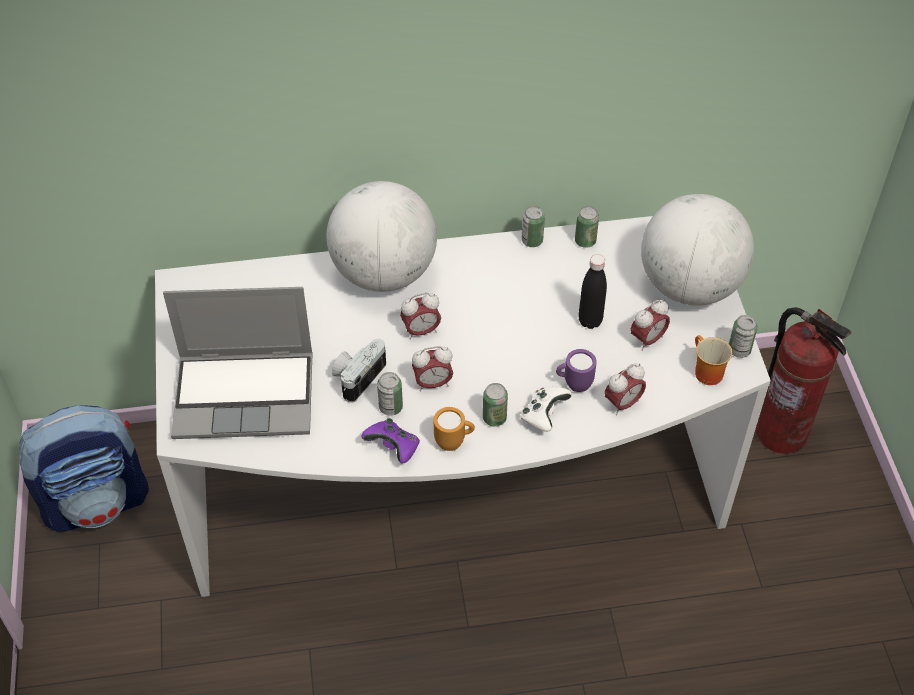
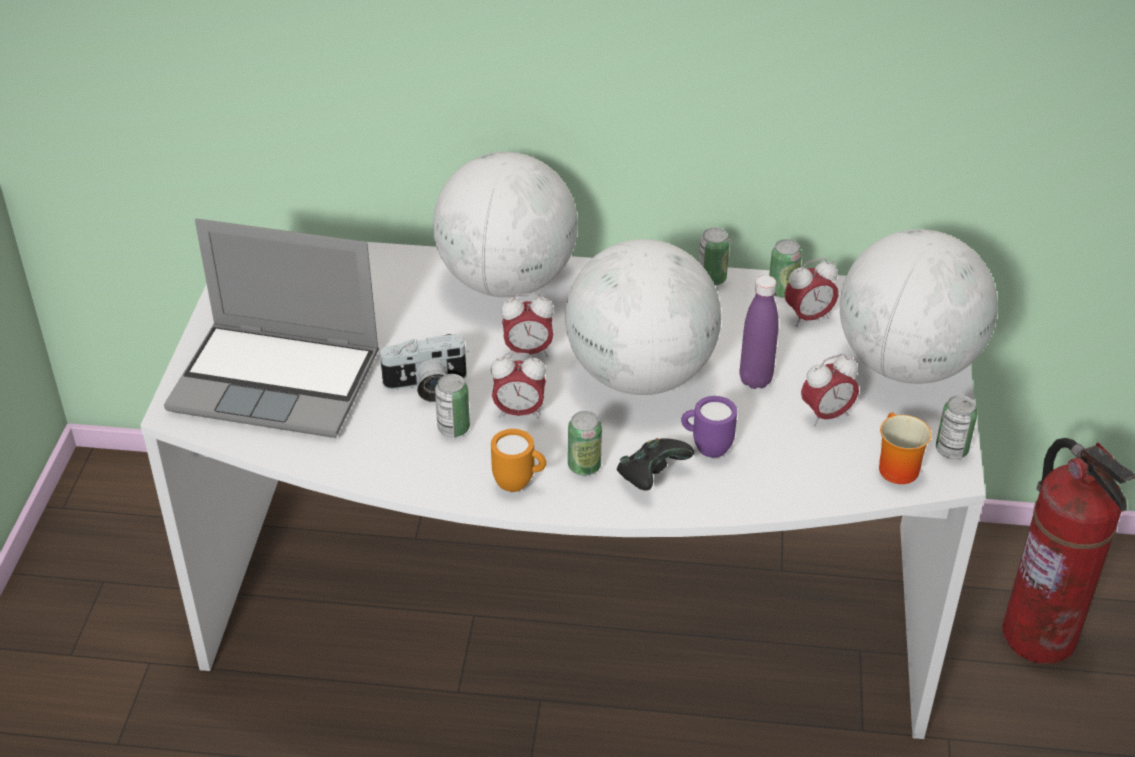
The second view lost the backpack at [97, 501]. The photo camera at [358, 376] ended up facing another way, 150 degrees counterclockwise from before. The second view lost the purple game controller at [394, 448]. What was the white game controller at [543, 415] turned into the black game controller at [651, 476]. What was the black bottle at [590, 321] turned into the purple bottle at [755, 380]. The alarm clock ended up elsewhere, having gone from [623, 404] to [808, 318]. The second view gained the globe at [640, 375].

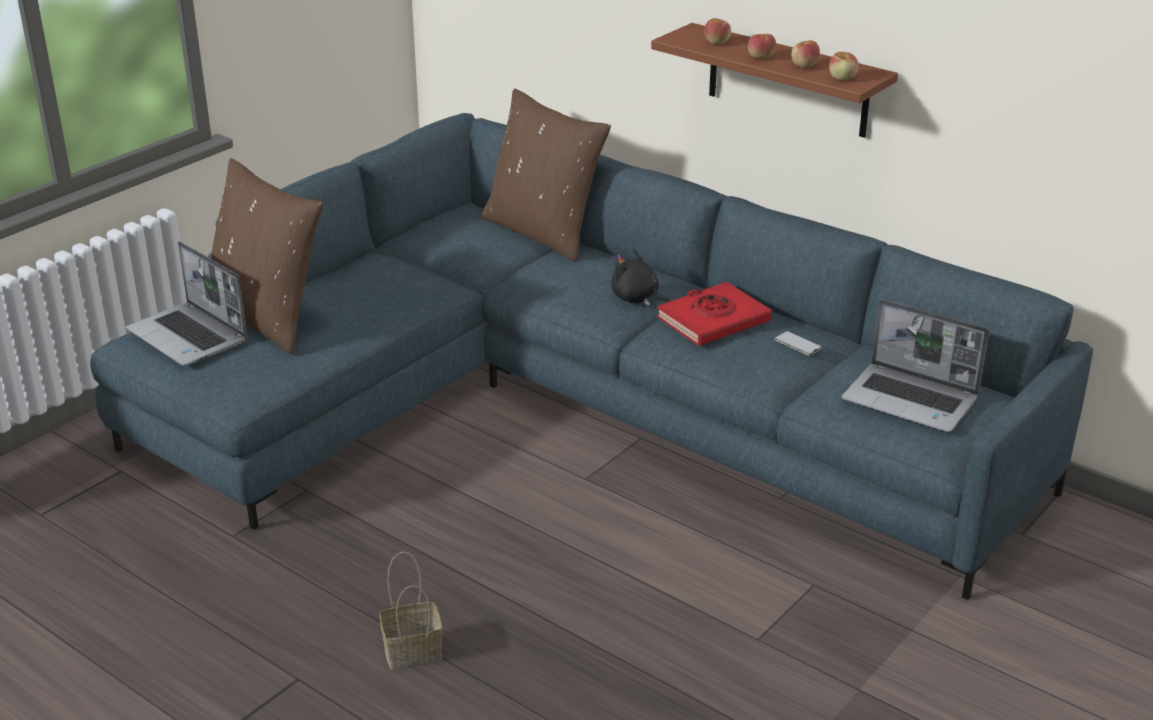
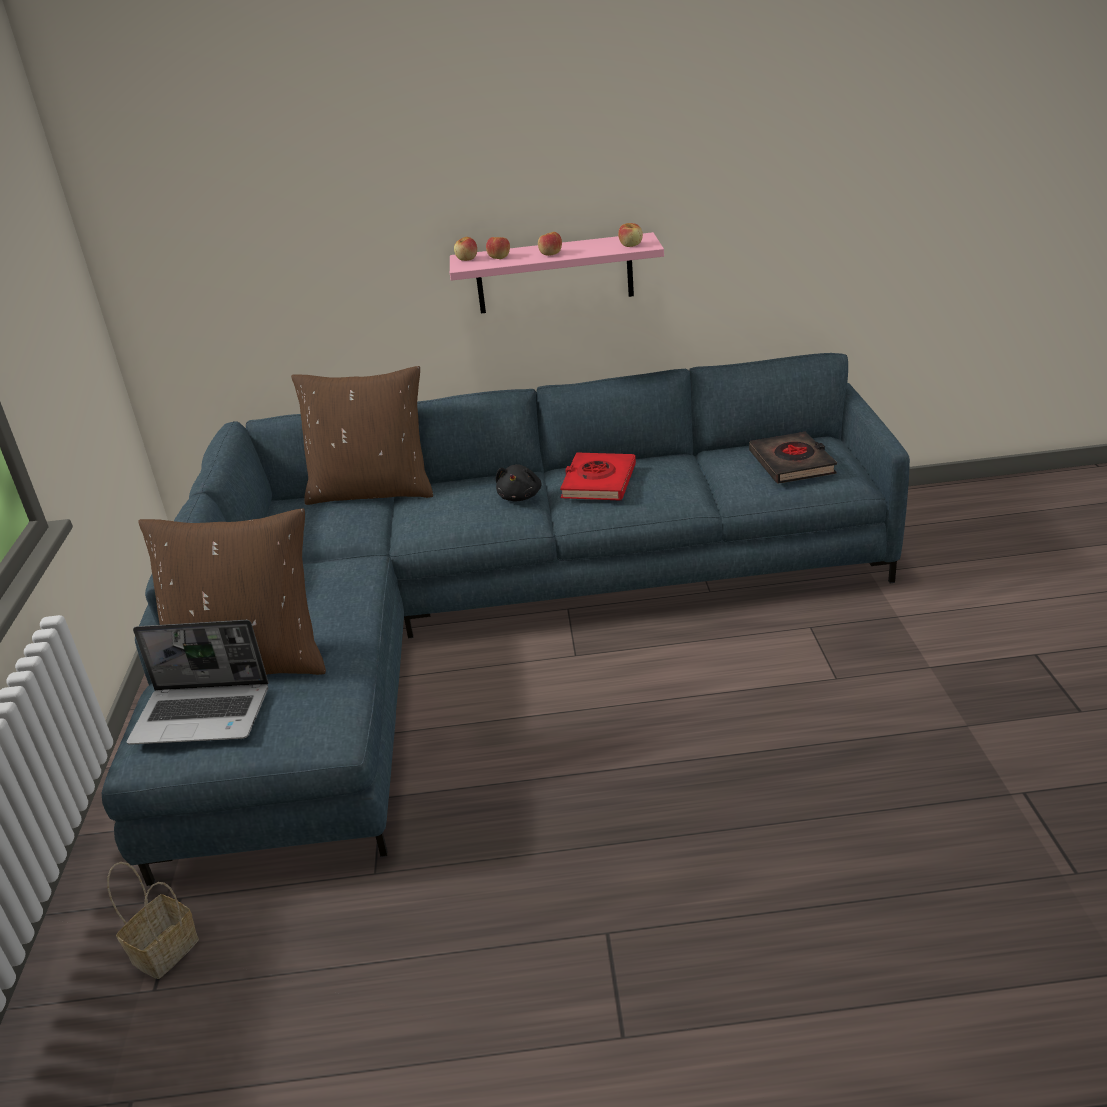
The basket ended up elsewhere, having gone from [414, 650] to [166, 949]. The black plush toy at [637, 299] ended up facing another way, 75 degrees counterclockwise from before. What was the brown shelf at [788, 81] turned into the pink shelf at [554, 274]. The second view lost the phone at [798, 343]. The apple ended up elsewhere, having gone from [804, 66] to [467, 259]. Where the laptop stood at [911, 400], the black book came to stand at [792, 463].

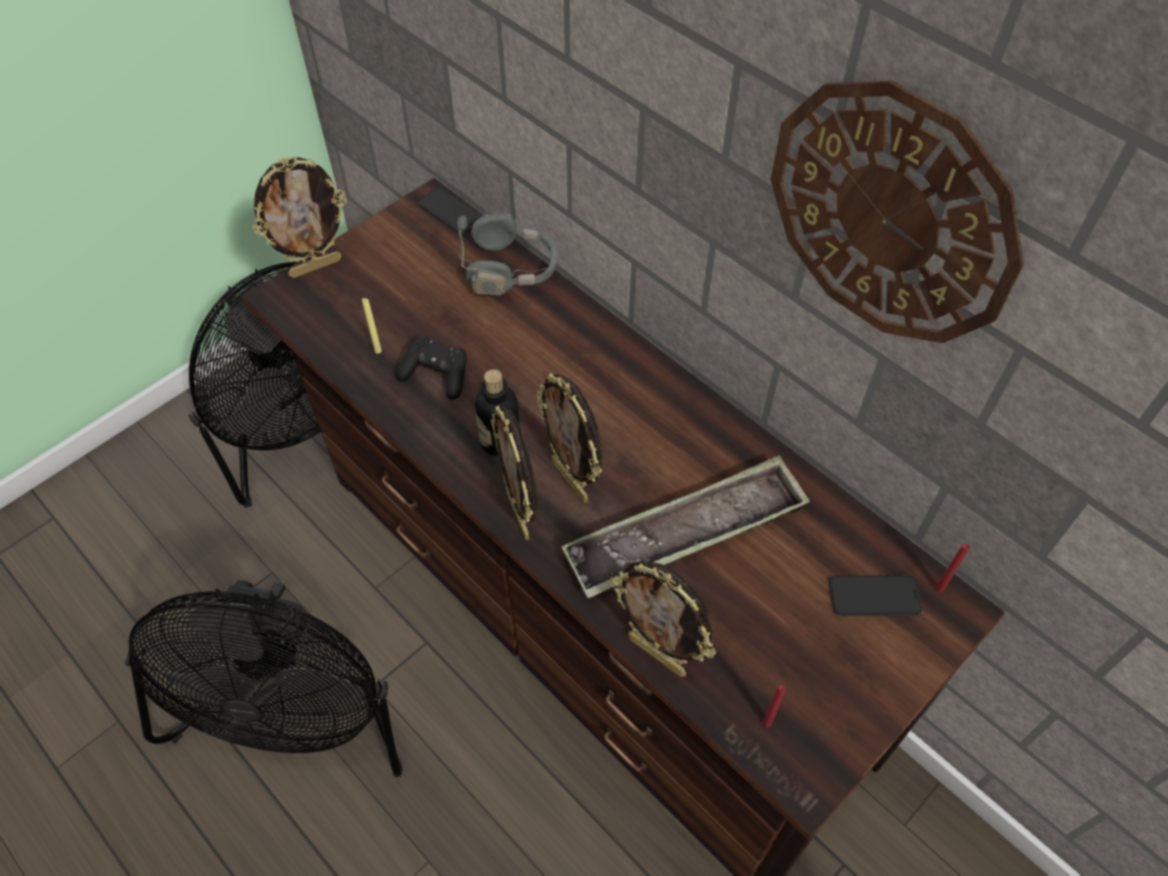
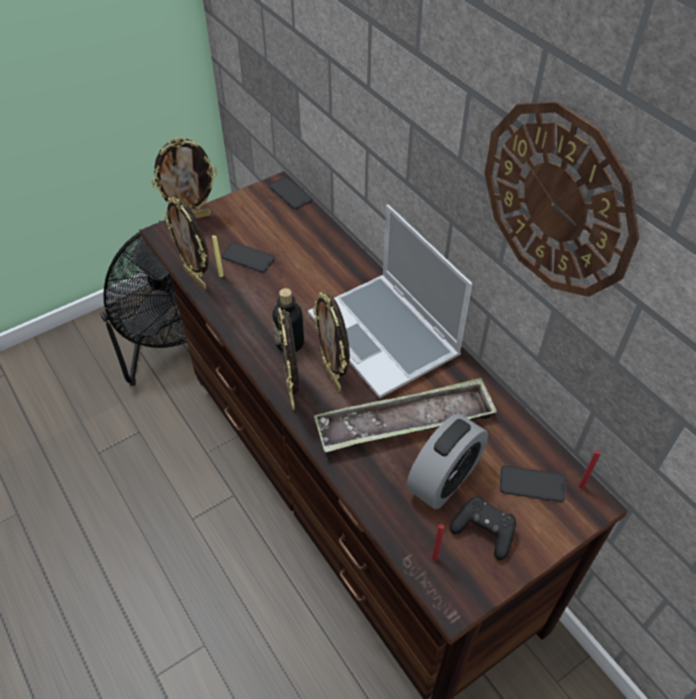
The second view lost the black fan at [291, 706]. The black game controller ended up elsewhere, having gone from [436, 375] to [484, 531]. The second view lost the grey headphones at [511, 270]. The picture frame ended up elsewhere, having gone from [658, 654] to [196, 279]. The second view gained the phone at [248, 258]. The second view gained the laptop at [386, 336]. The second view gained the alarm clock at [444, 479].

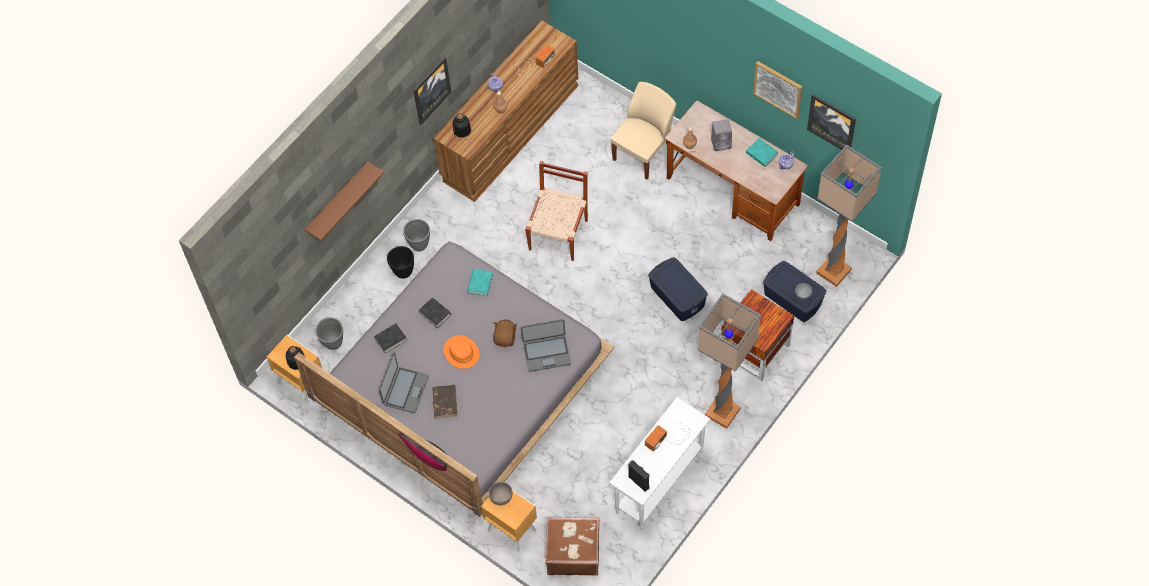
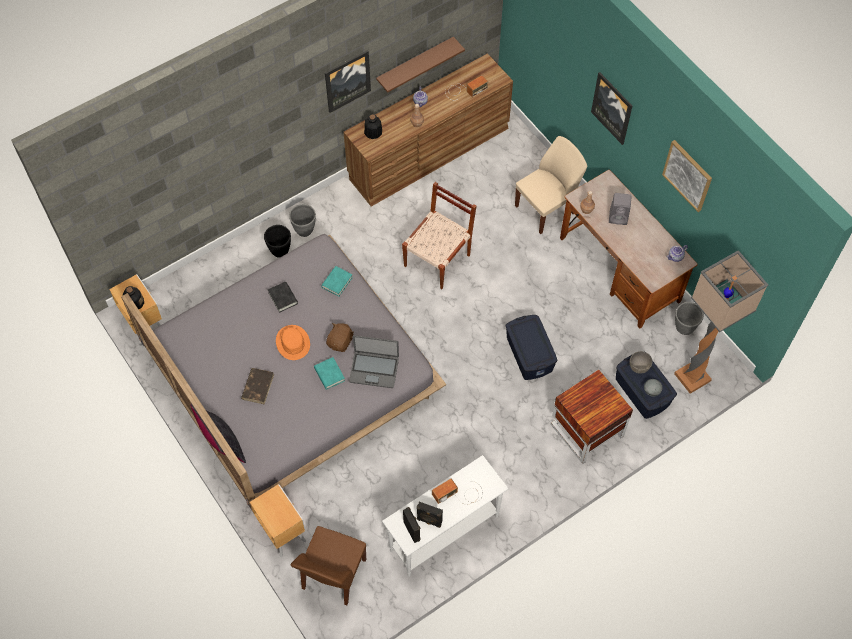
The brown shelf ended up elsewhere, having gone from [338, 201] to [415, 64]. The grey planter ended up elsewhere, having gone from [333, 343] to [684, 328]. The second view lost the black book at [390, 339]. The second view lost the laptop at [405, 390]. The grey bowl ended up elsewhere, having gone from [501, 498] to [638, 367]. Where the brown suitcase stood at [573, 552], the brown chair came to stand at [333, 575]. The second view lost the floor lamp at [723, 412]. The turquoise book ended up elsewhere, having gone from [761, 154] to [329, 374]. The picture ended up elsewhere, having gone from [832, 123] to [612, 108]. The second view gained the black speaker at [429, 521].

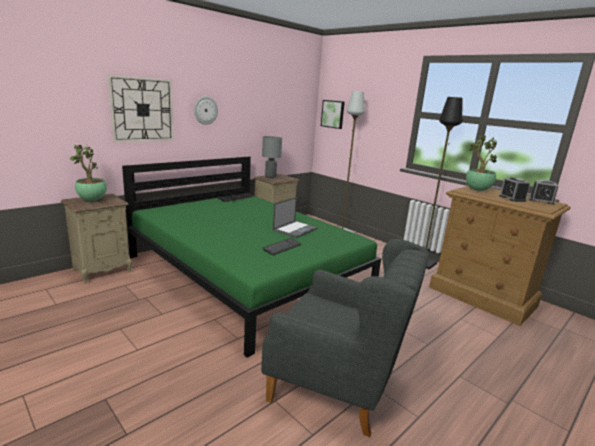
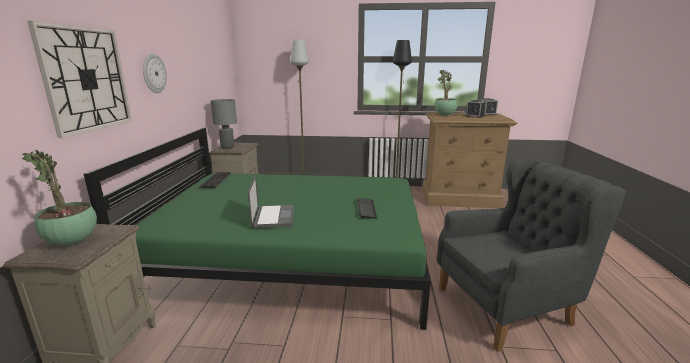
The laptop ended up elsewhere, having gone from [295, 229] to [273, 216]. The second view lost the picture at [333, 114].

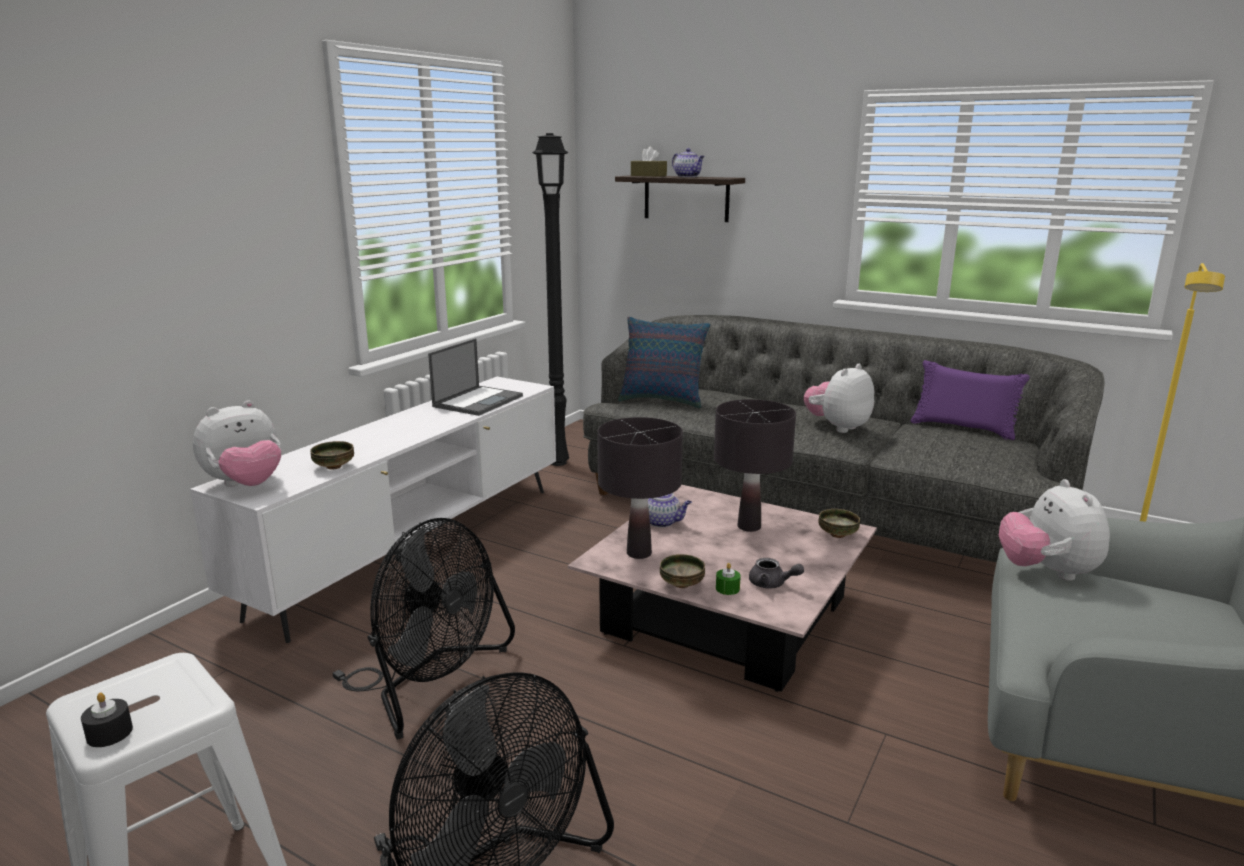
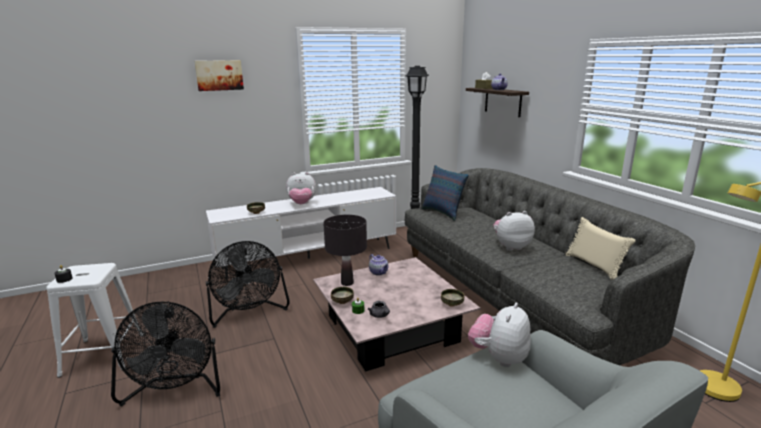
The plush toy ended up elsewhere, having gone from [246, 485] to [302, 204]. The second view lost the laptop at [478, 401]. The second view lost the black table lamp at [748, 526]. What was the purple pillow at [963, 428] turned into the beige pillow at [594, 266]. The second view gained the picture at [219, 75].

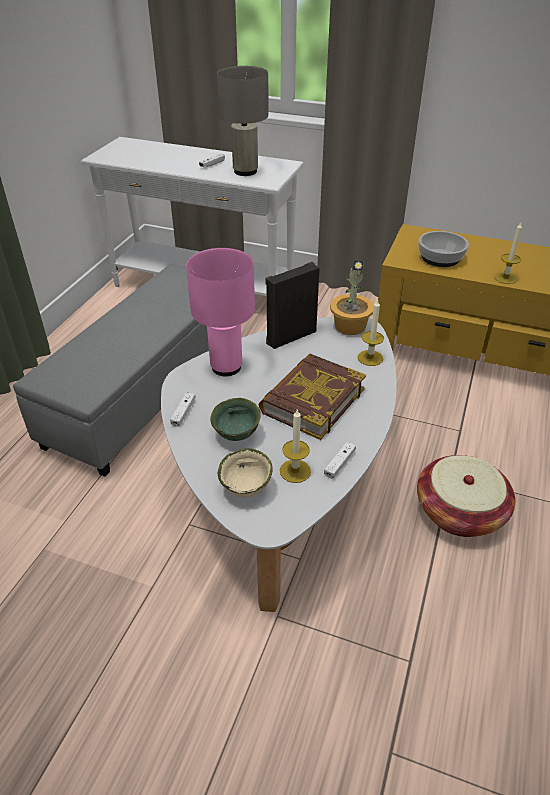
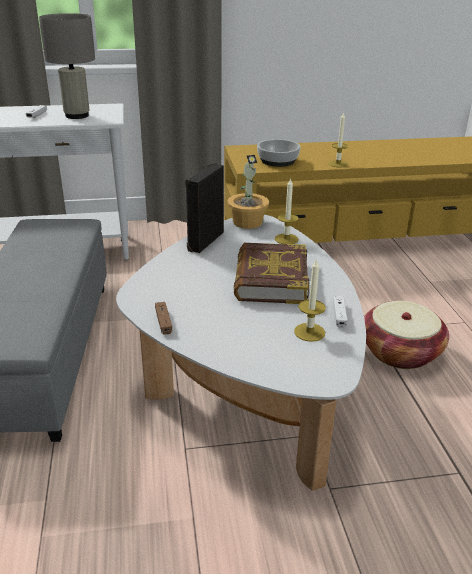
What was the white game controller at [183, 413] turned into the brown game controller at [163, 322]. The second view lost the pink table lamp at [227, 367]. The second view lost the green bowl at [238, 435]. The second view lost the beige bowl at [247, 489].

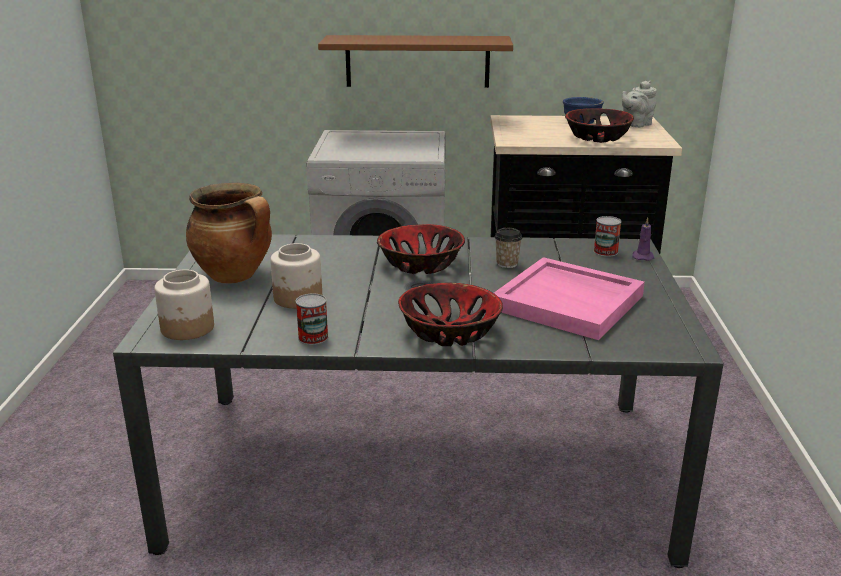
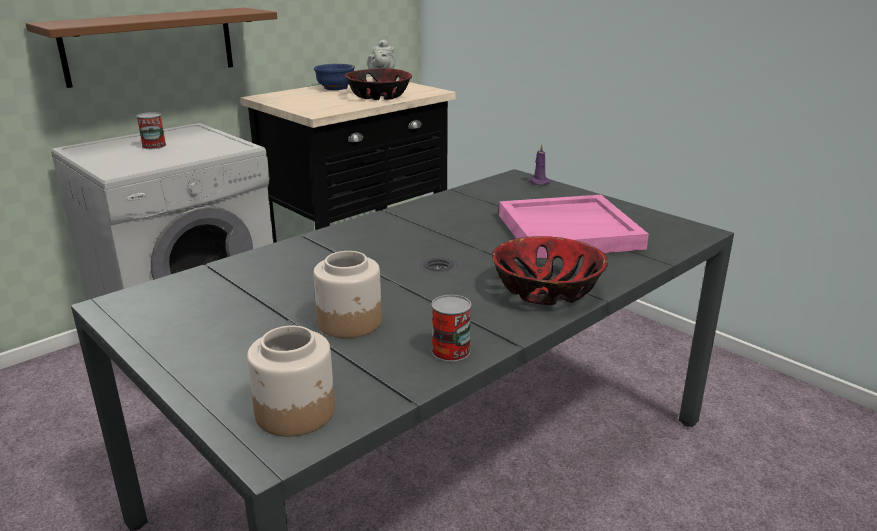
The second view lost the cooking pot at [235, 276]. The second view lost the bowl at [420, 264]. The second view lost the cup at [507, 264]. The can ended up elsewhere, having gone from [605, 251] to [154, 146].

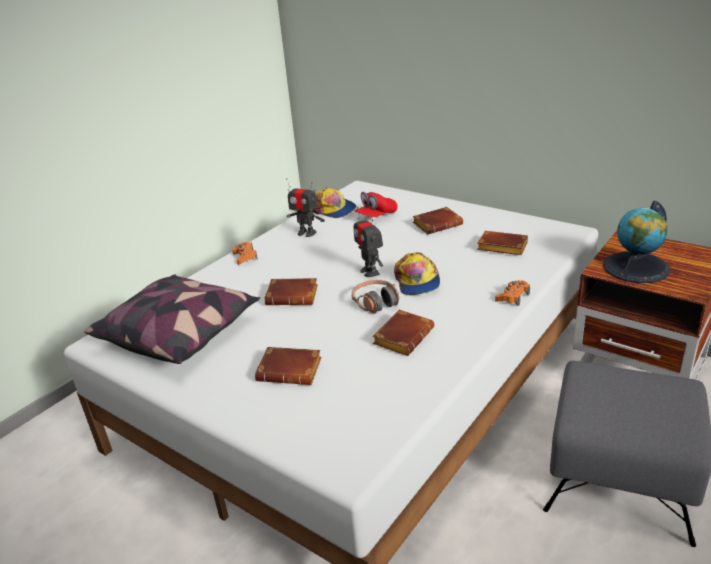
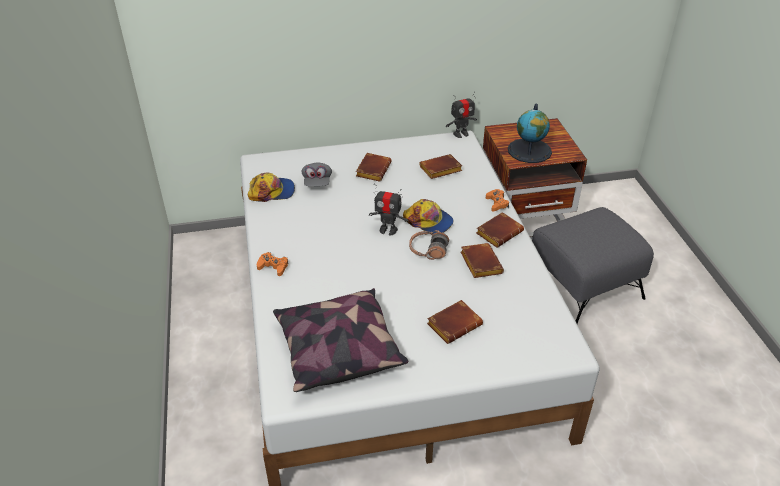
The brown book ended up elsewhere, having gone from [294, 296] to [499, 232]. The toy robot ended up elsewhere, having gone from [306, 233] to [461, 134]. What was the red cap at [376, 216] turned into the grey cap at [317, 182].

